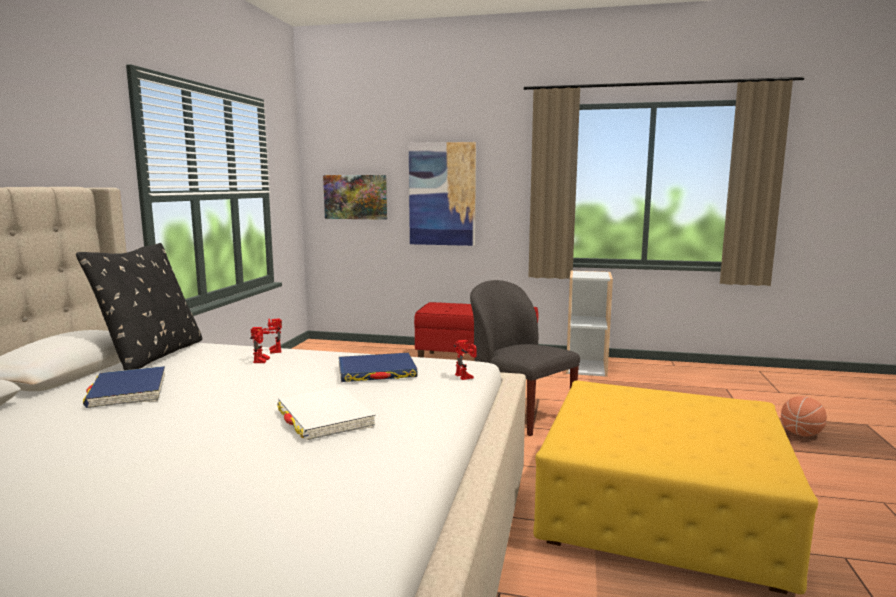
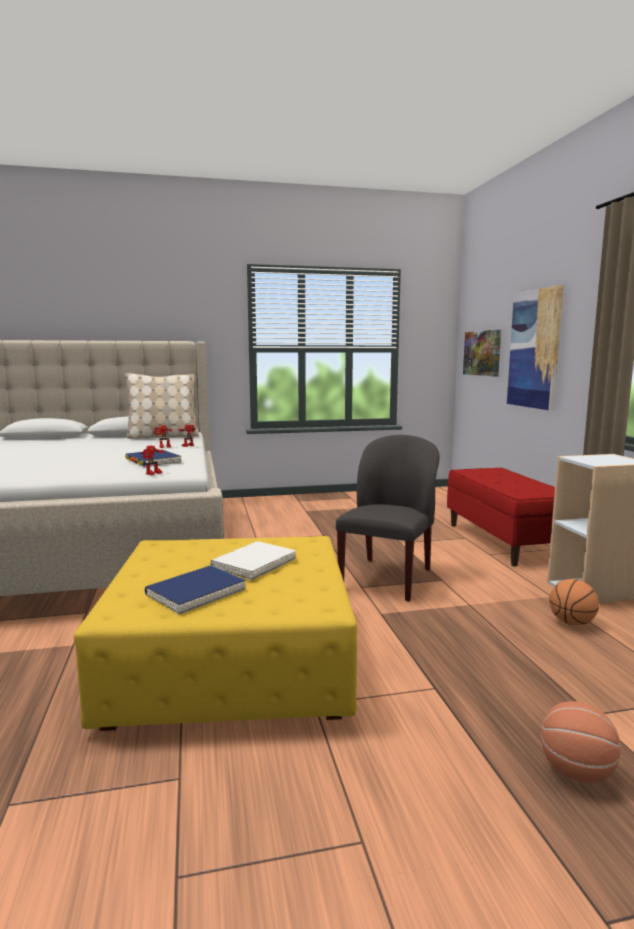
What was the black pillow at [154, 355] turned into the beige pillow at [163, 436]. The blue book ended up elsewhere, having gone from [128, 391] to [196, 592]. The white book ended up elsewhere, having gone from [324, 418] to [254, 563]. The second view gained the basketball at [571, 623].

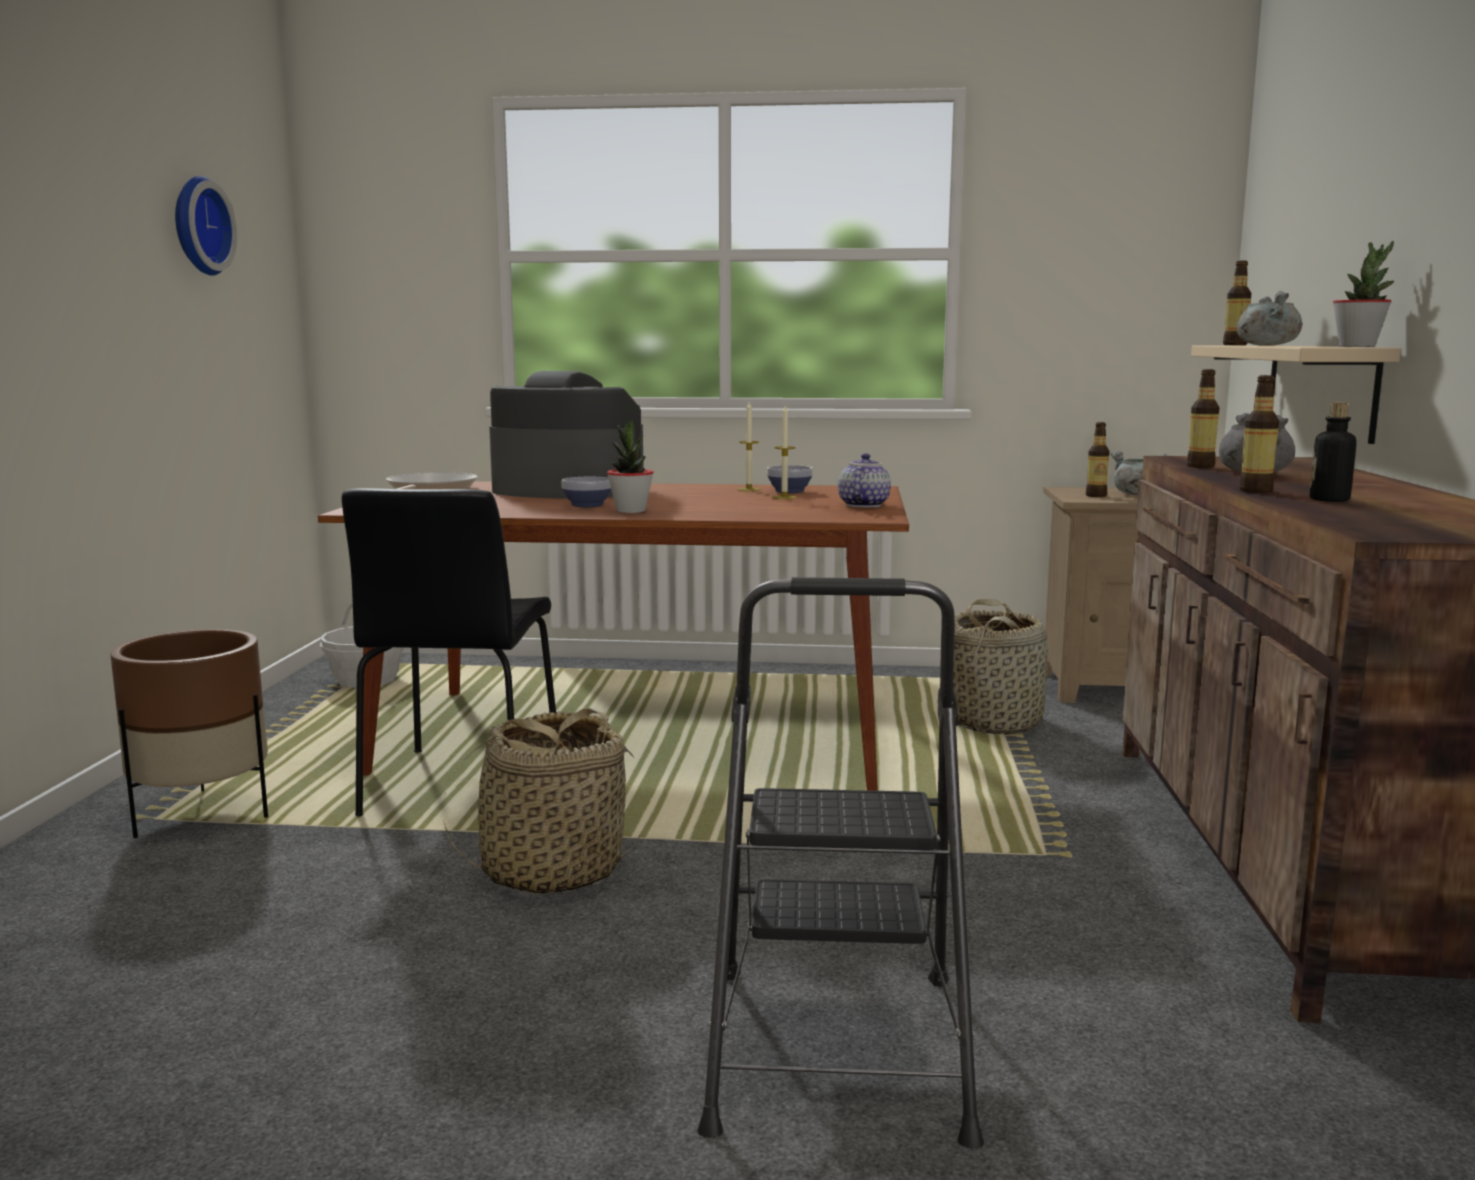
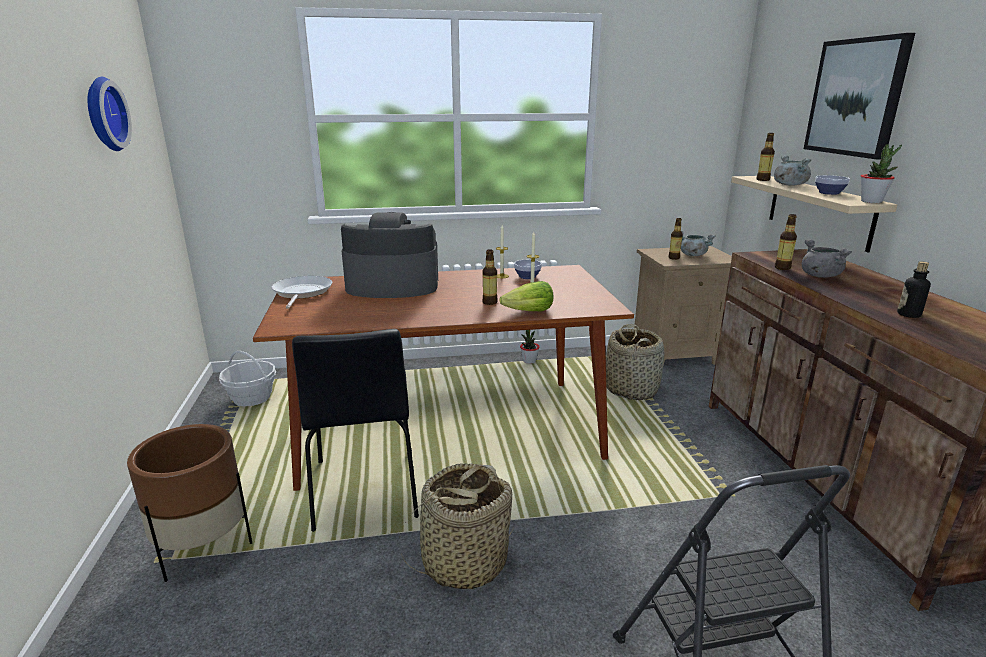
The bowl ended up elsewhere, having gone from [588, 505] to [829, 193]. The potted plant ended up elsewhere, having gone from [630, 511] to [529, 361]. The second view lost the teapot at [862, 505]. The bottle ended up elsewhere, having gone from [1255, 491] to [489, 302]. The second view gained the lettuce at [529, 312]. The second view gained the picture at [856, 97].

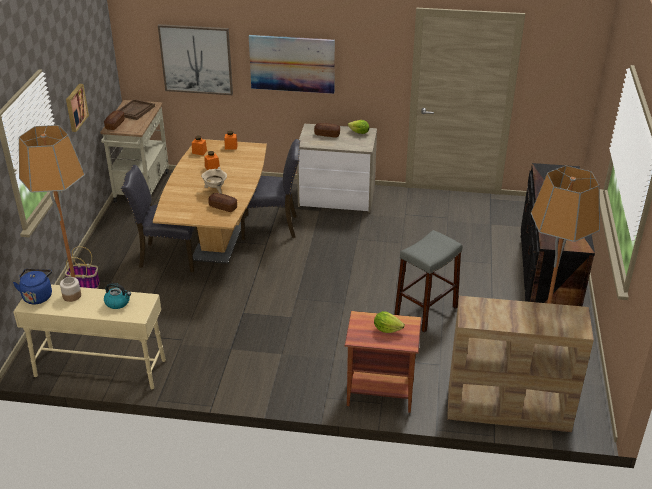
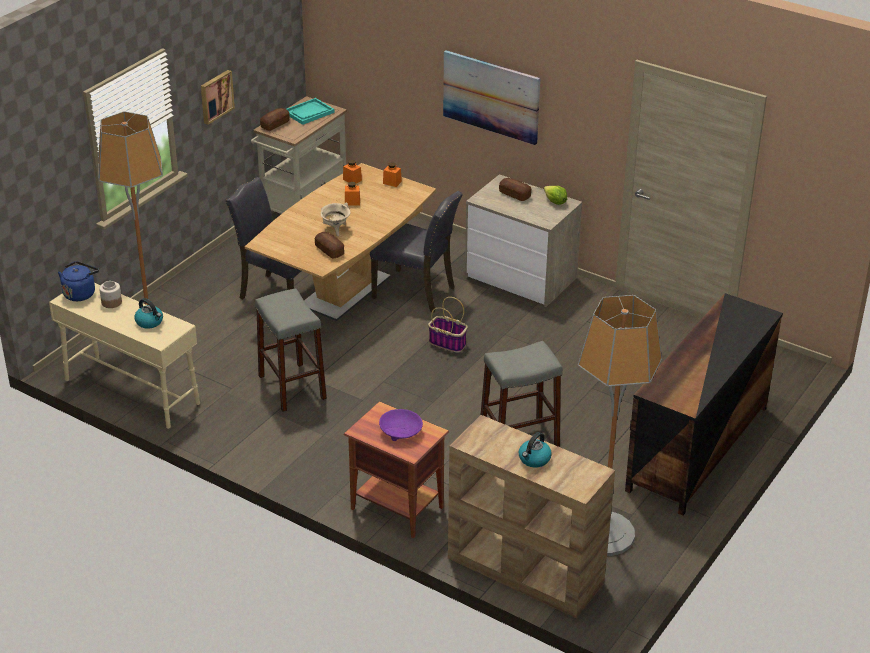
The basket ended up elsewhere, having gone from [85, 284] to [448, 343]. What was the brown tray at [135, 110] turned into the turquoise tray at [309, 113]. The second view lost the picture at [196, 59]. Where the lettuce stood at [387, 329], the purple bowl came to stand at [401, 431]. The second view gained the grey stool at [292, 387]. The second view gained the kettle at [534, 459].

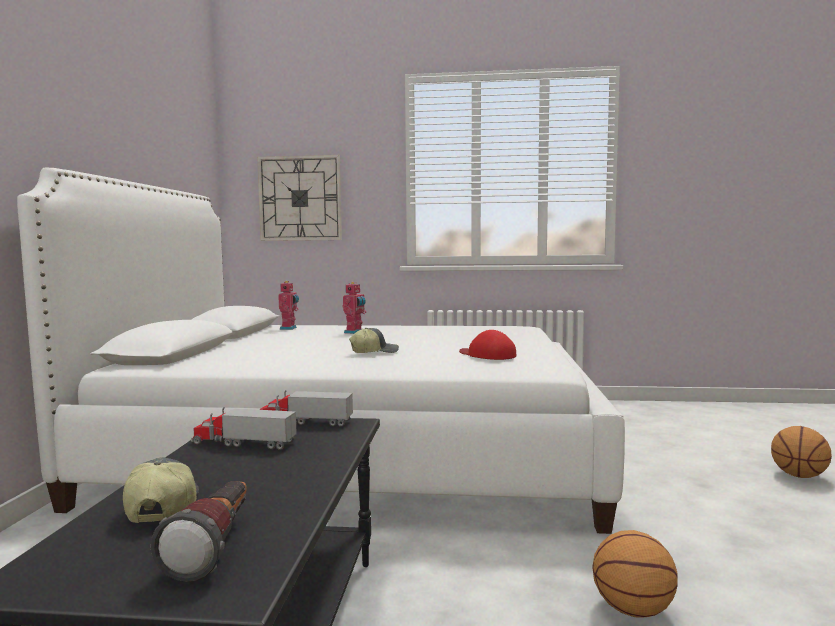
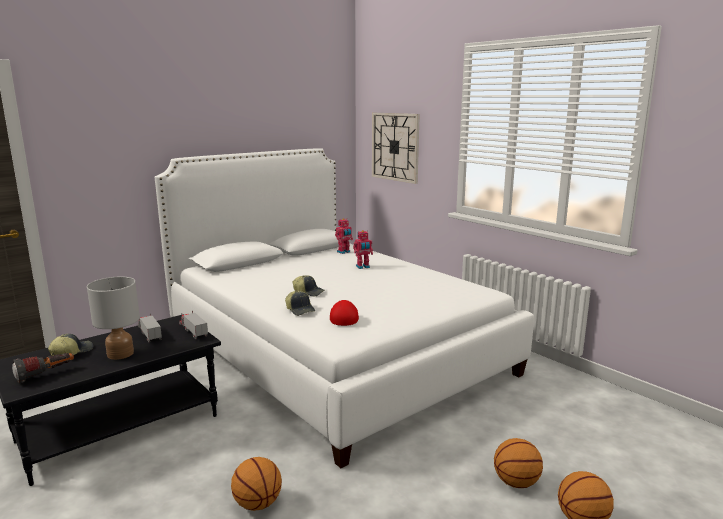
The second view gained the grey table lamp at [121, 354]. The second view gained the cap at [300, 310]. The second view gained the basketball at [516, 483].

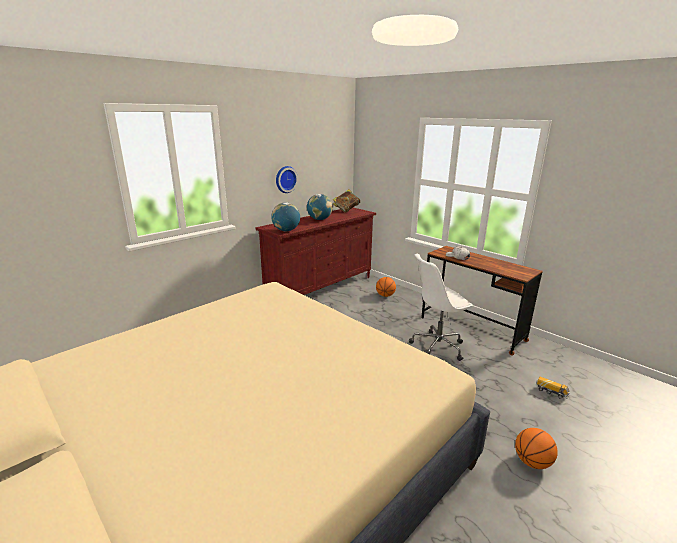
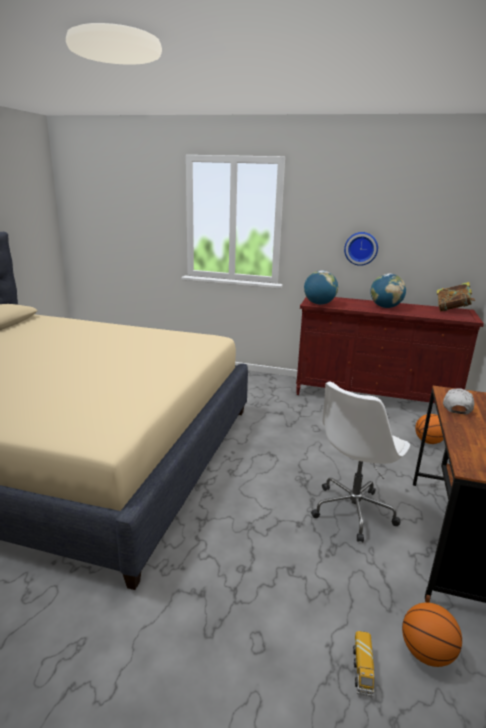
The white office chair at [436, 347] ended up facing another way, 90 degrees counterclockwise from before. The basketball ended up elsewhere, having gone from [532, 462] to [426, 652].

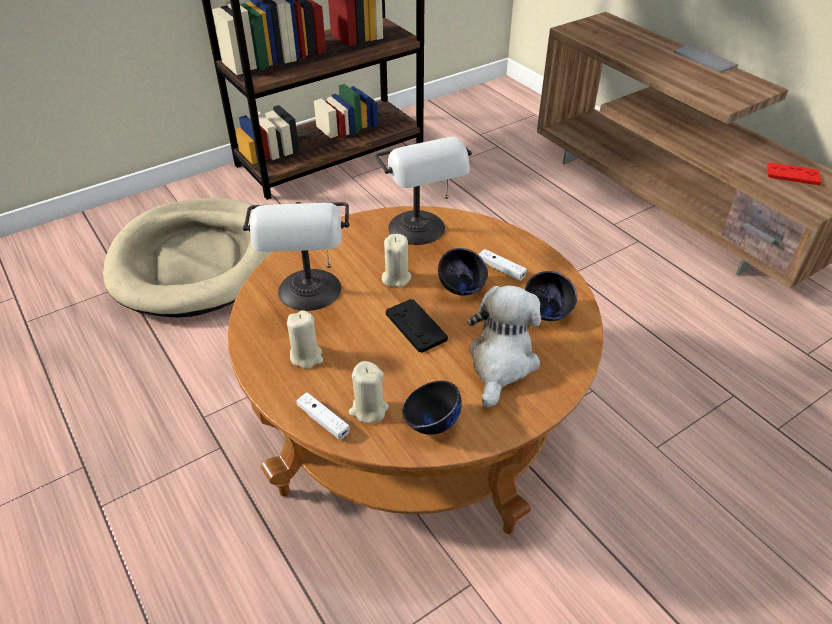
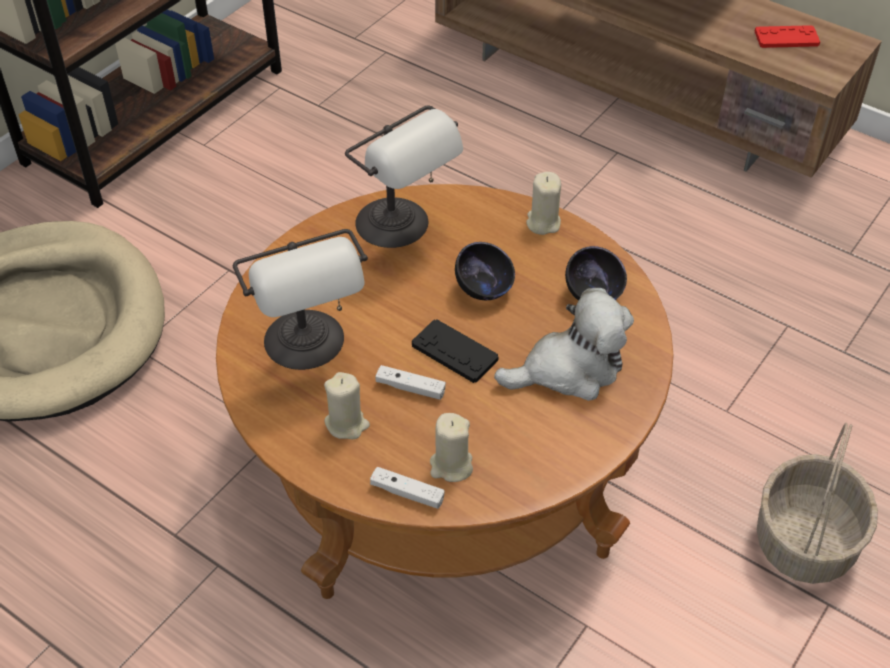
The beige candle ended up elsewhere, having gone from [396, 278] to [543, 223]. The second view lost the black bowl at [431, 422]. The plush toy at [501, 363] ended up facing another way, 75 degrees clockwise from before. The white game controller ended up elsewhere, having gone from [501, 269] to [410, 388]. The second view gained the basket at [806, 542].

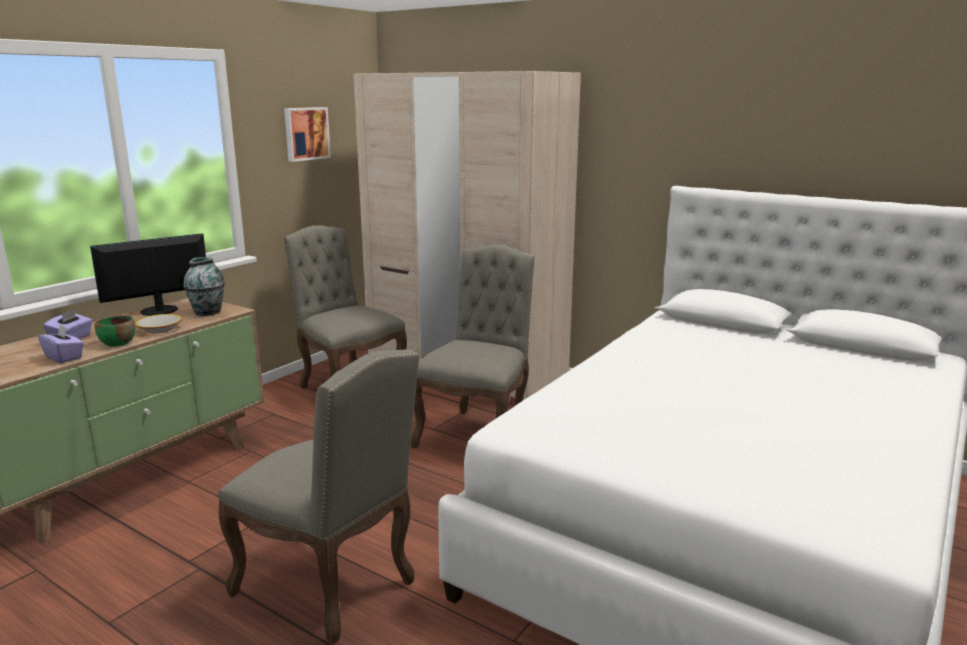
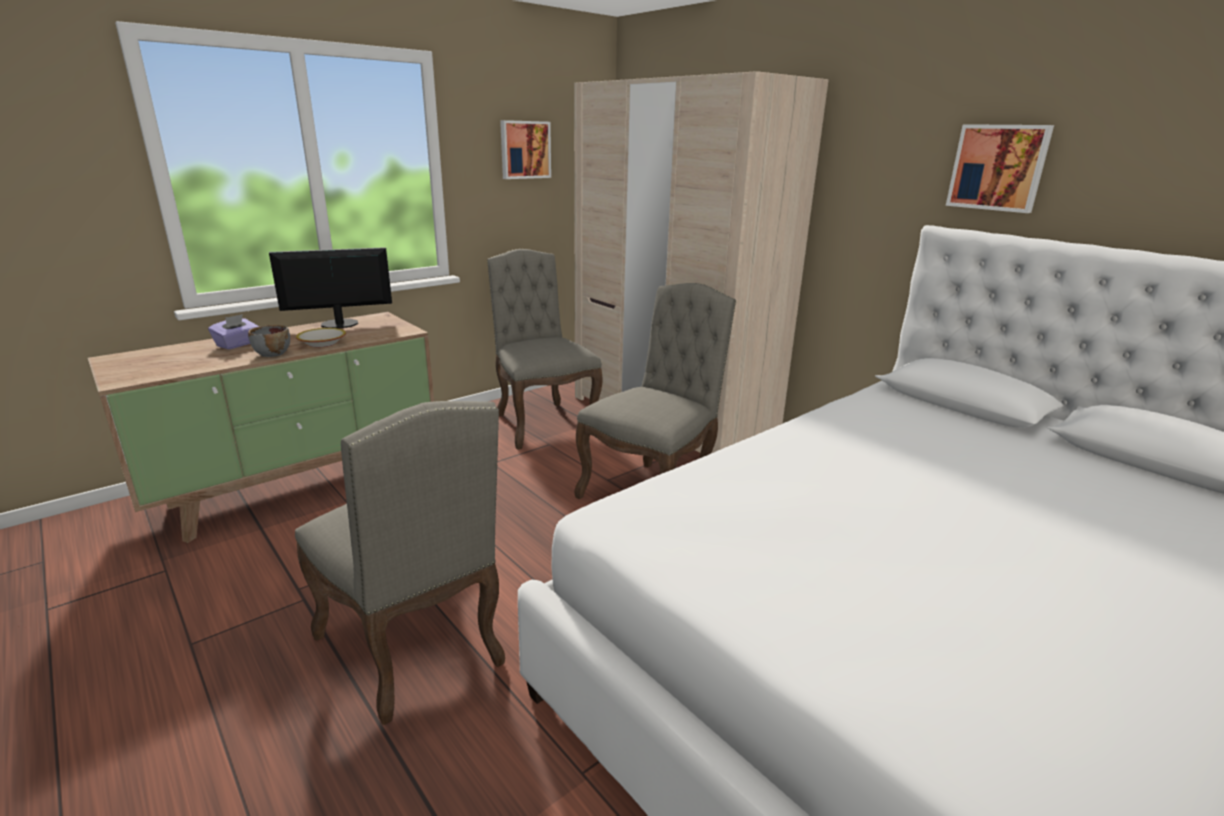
The second view lost the purple tissue box at [64, 357]. What was the green bowl at [117, 343] turned into the grey bowl at [272, 354]. The second view lost the vase at [208, 312]. The second view gained the picture at [998, 167].

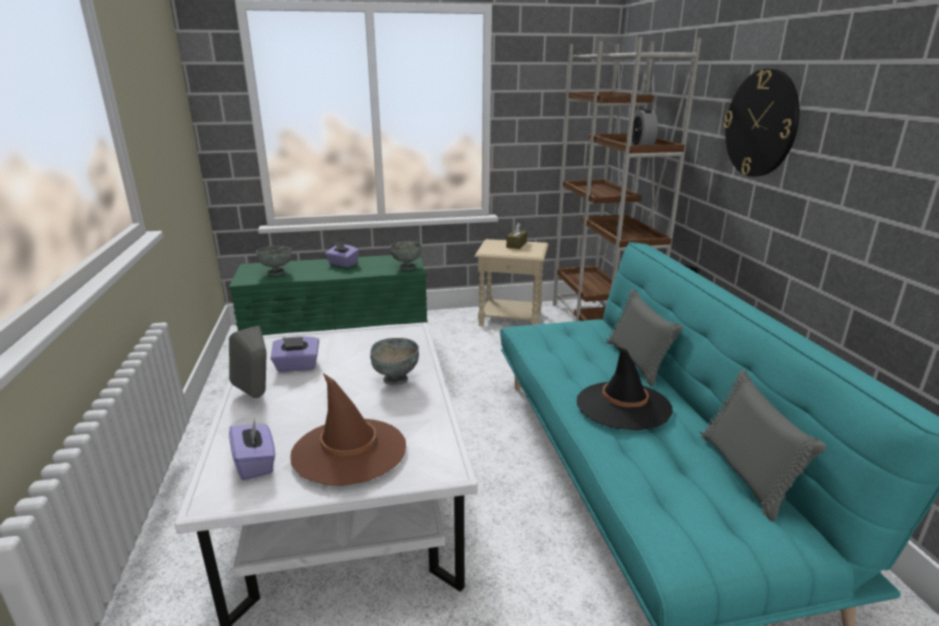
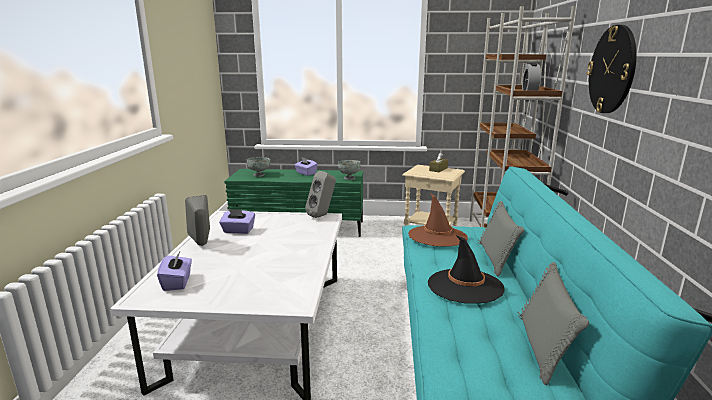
The brown hat ended up elsewhere, having gone from [349, 451] to [437, 236]. The second view lost the grey bowl at [396, 380]. The second view gained the grey speaker at [322, 215].

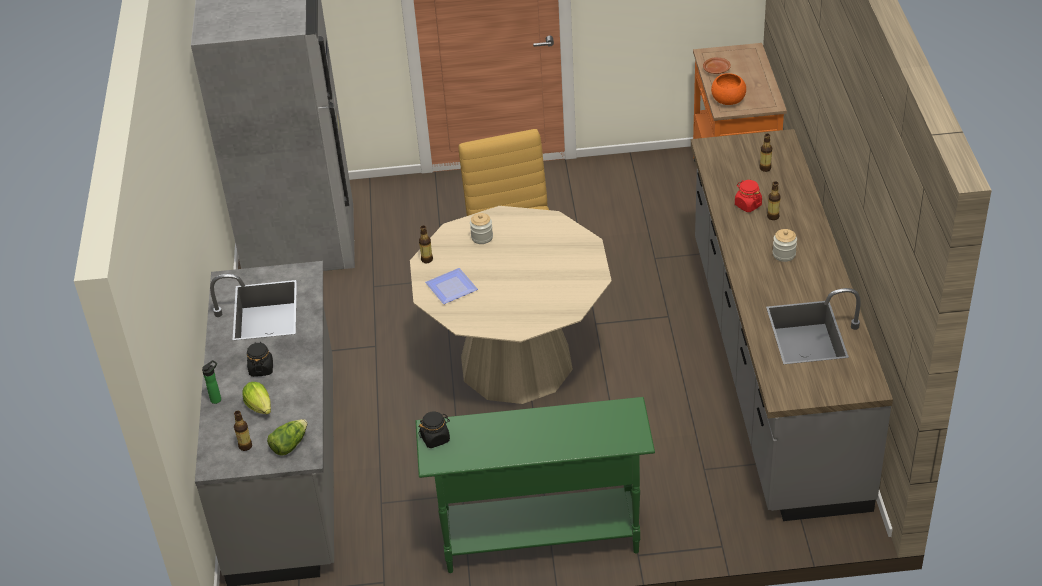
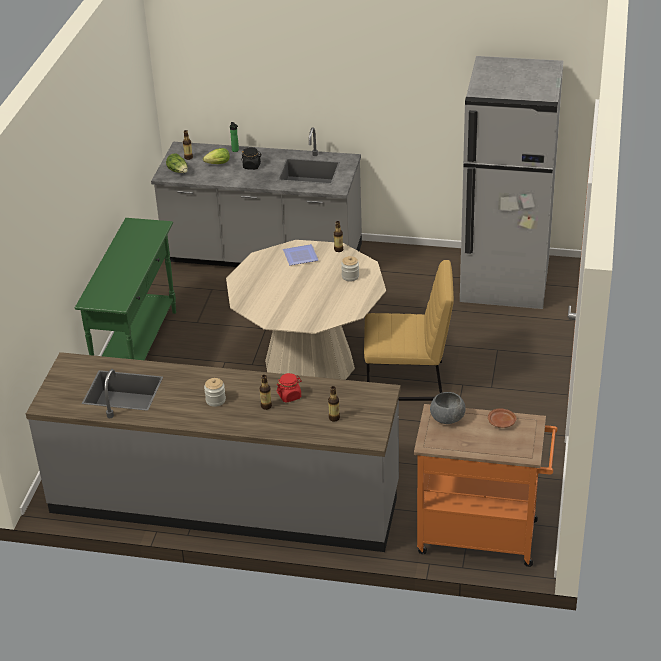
The second view lost the black jar at [435, 438]. What was the orange bowl at [728, 100] turned into the grey bowl at [447, 418].

